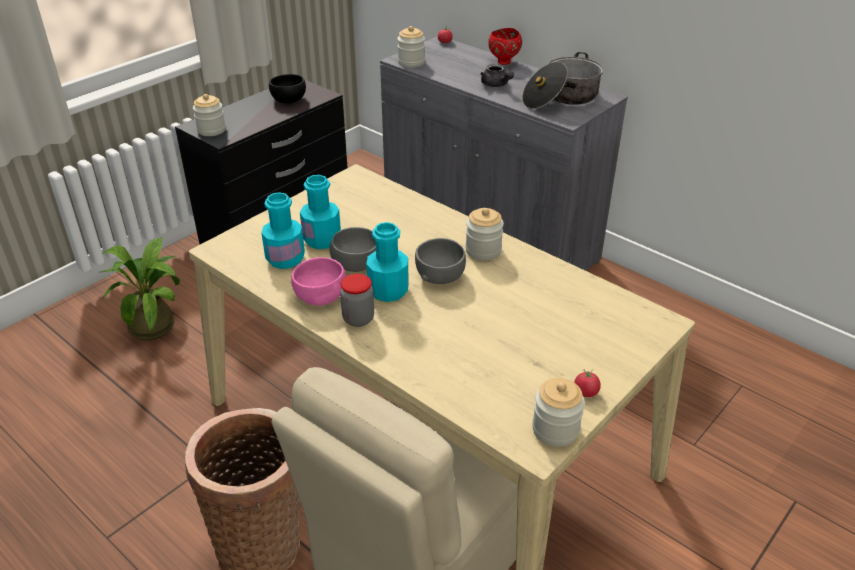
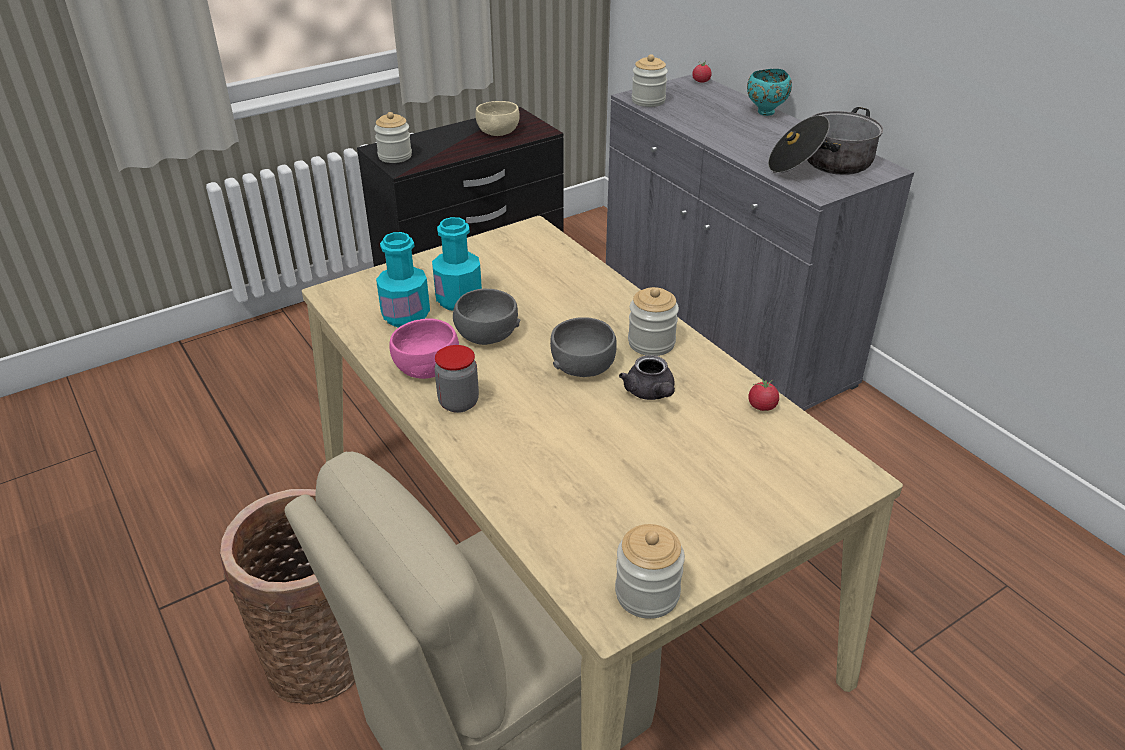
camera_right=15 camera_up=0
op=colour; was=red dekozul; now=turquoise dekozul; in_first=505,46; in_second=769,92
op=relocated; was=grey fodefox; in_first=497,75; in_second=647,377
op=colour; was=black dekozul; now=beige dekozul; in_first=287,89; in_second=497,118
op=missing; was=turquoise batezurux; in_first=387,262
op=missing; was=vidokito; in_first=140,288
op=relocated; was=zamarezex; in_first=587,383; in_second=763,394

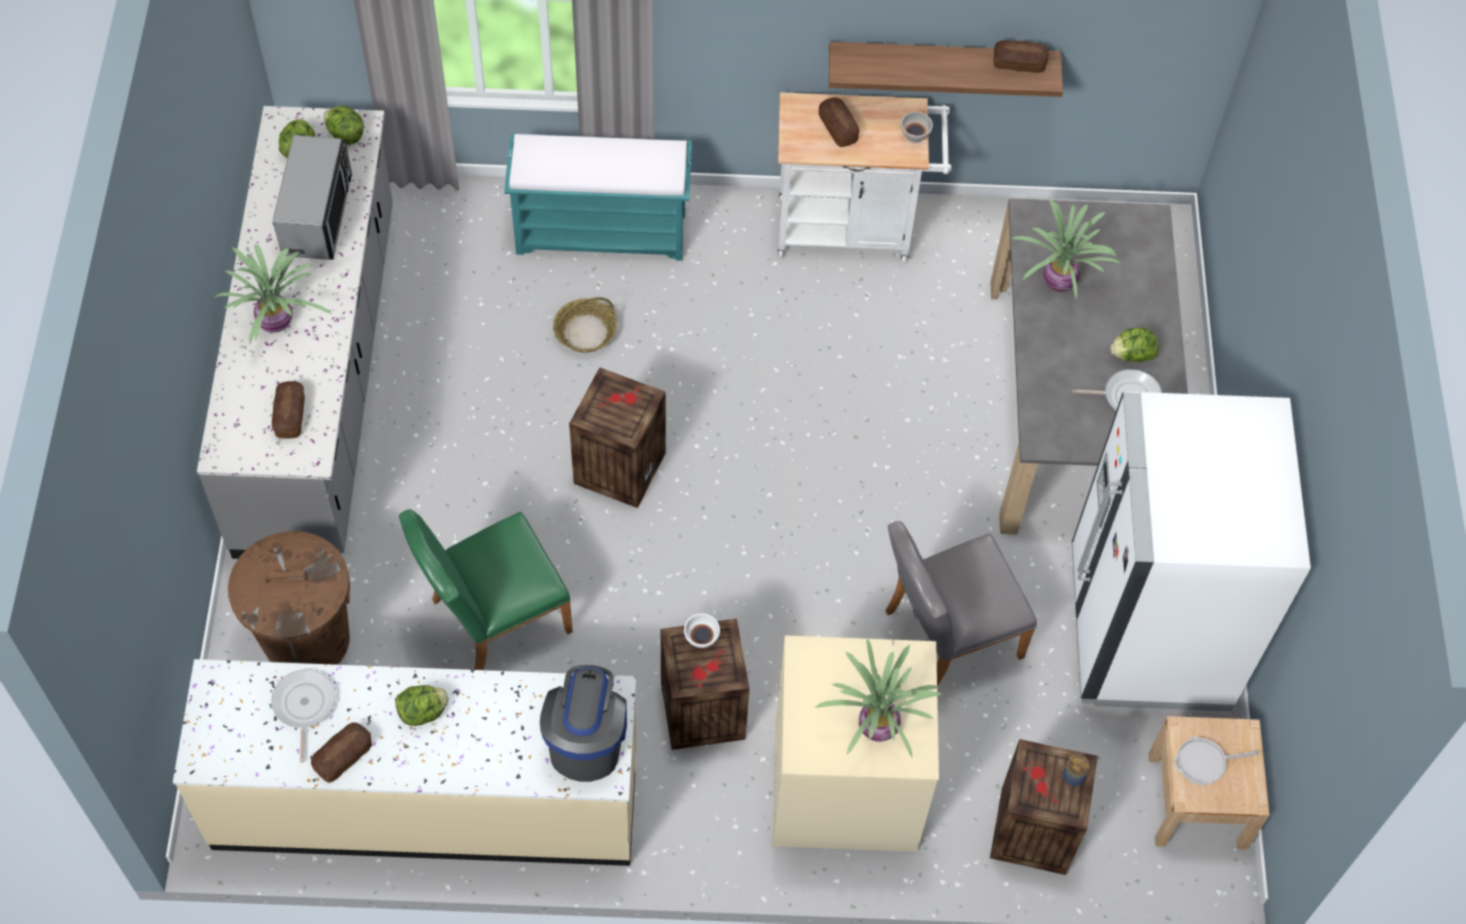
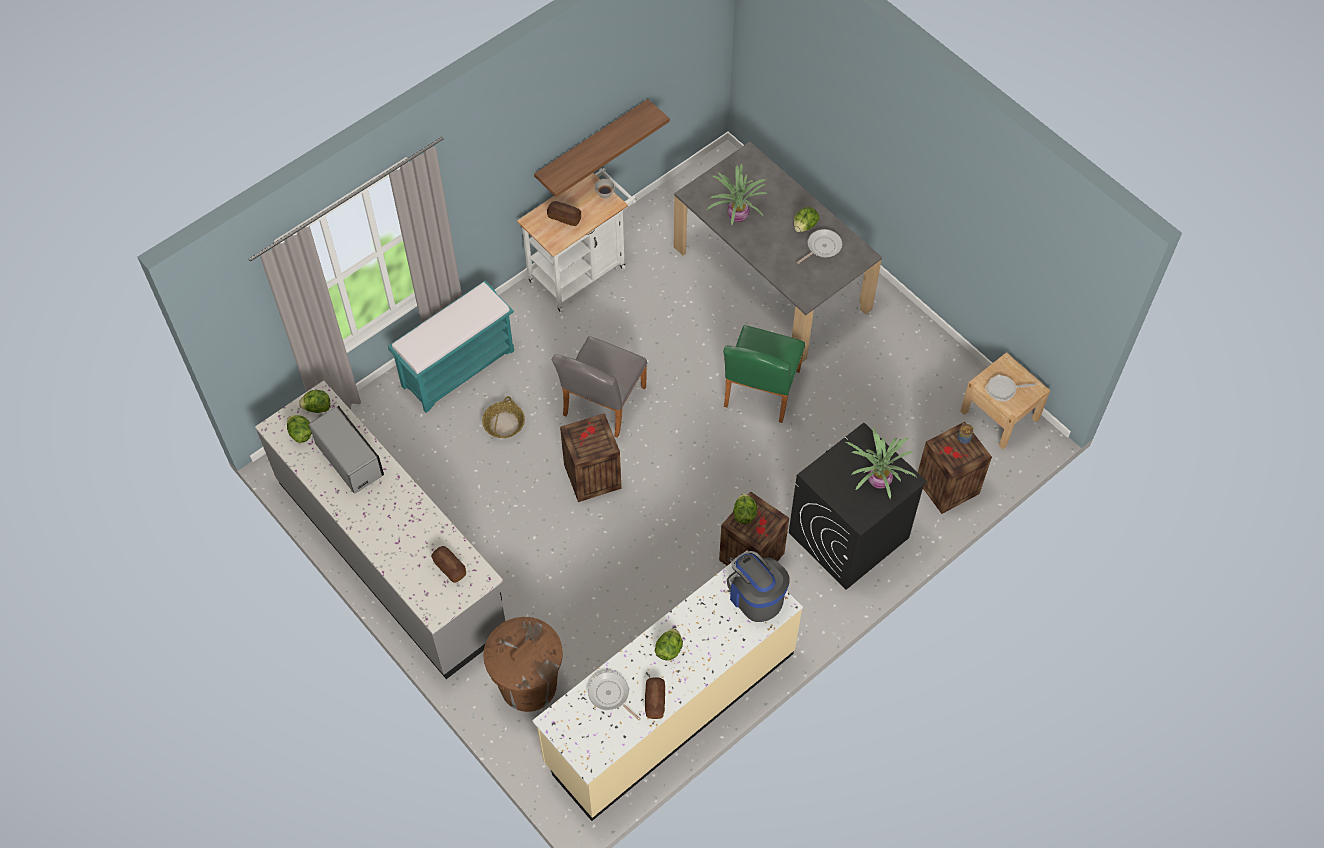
camera_right=-40 camera_up=0
op=missing; was=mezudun; in_first=1021,56
op=missing; was=vidokito; in_first=274,294
op=missing; was=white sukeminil; in_first=1191,551
op=relocated; was=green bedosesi; in_first=486,589; in_second=764,374
op=relocated; was=grey bedosesi; in_first=961,603; in_second=599,387
op=exchanged; was=white dekozul; now=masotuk; in_first=702,630; in_second=745,509
op=colour; was=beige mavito; now=black mavito; in_first=856,743; in_second=858,506
op=spun; was=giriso; in_first=1216,760; in_second=1010,388; clockwise=45

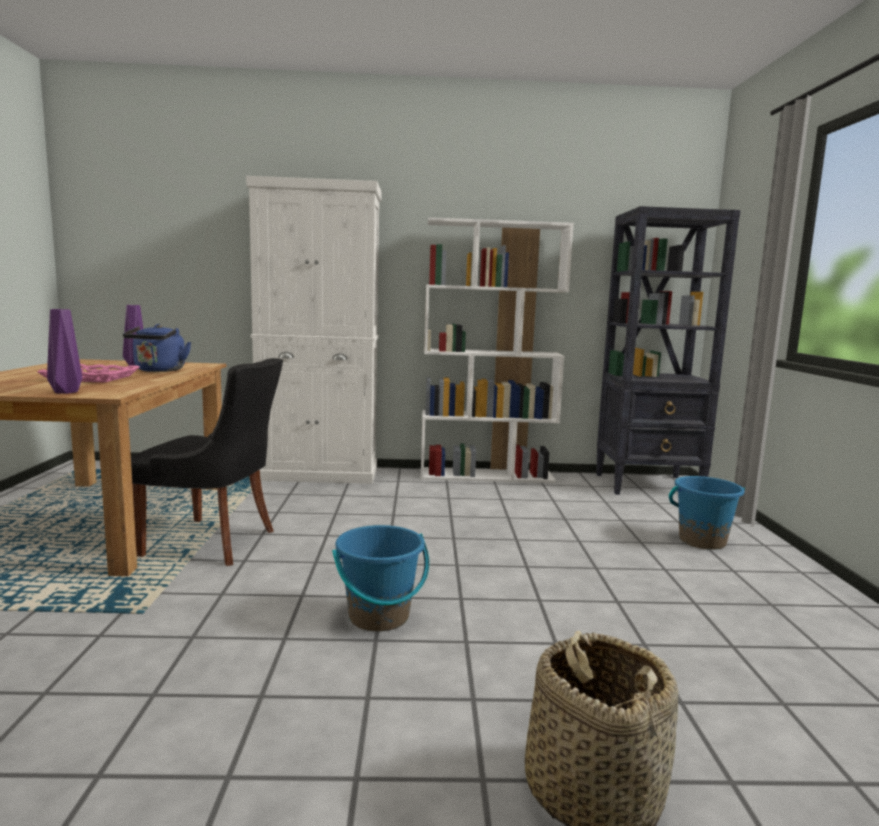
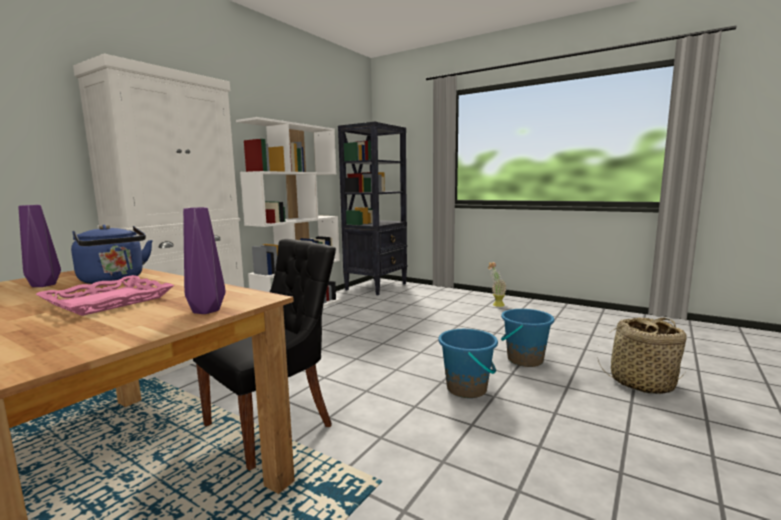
camera_right=-55 camera_up=0
op=relocated; was=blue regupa; in_first=707,513; in_second=527,338
op=appeared; now=vidokito; in_second=497,284

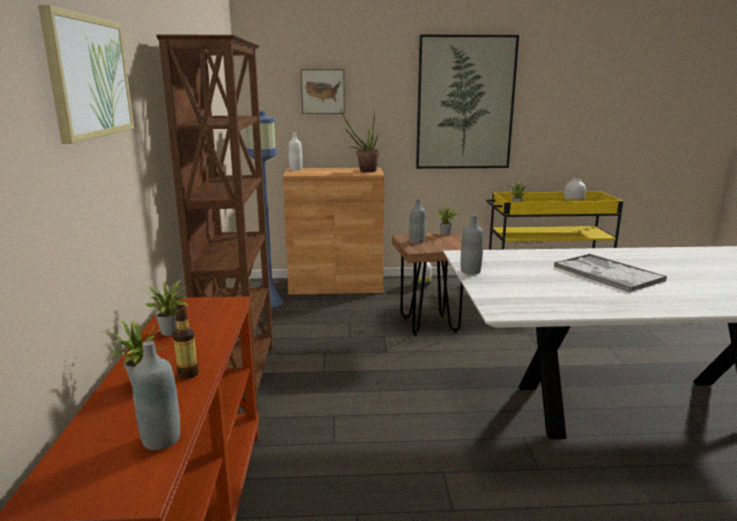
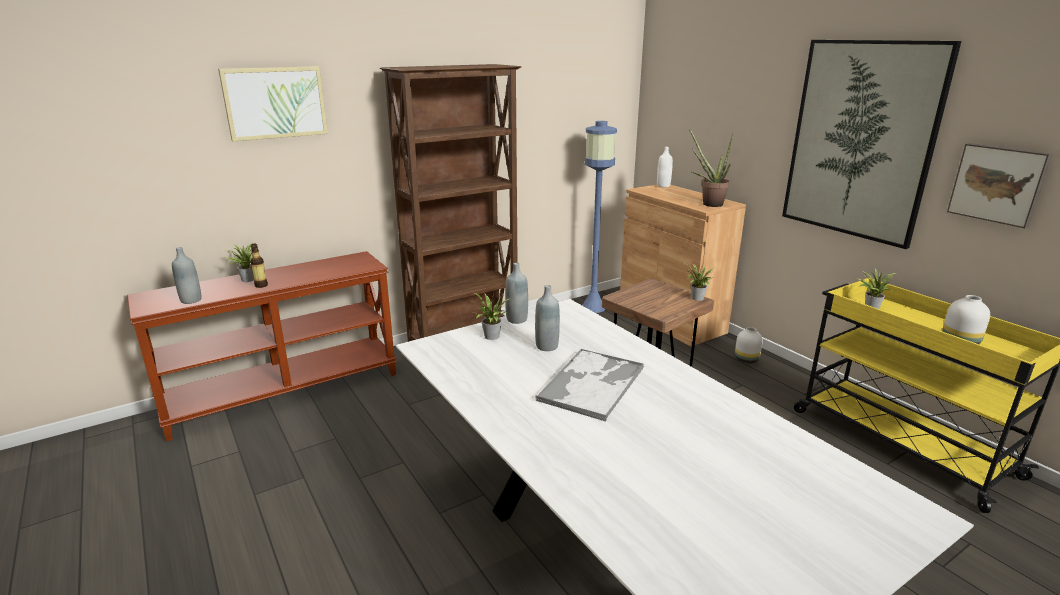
camera_right=60 camera_up=5
op=relocated; was=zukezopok; in_first=323,91; in_second=1000,185
op=relocated; was=grey batezurux; in_first=417,221; in_second=547,318
op=relocated; was=vidokito; in_first=161,307; in_second=491,316

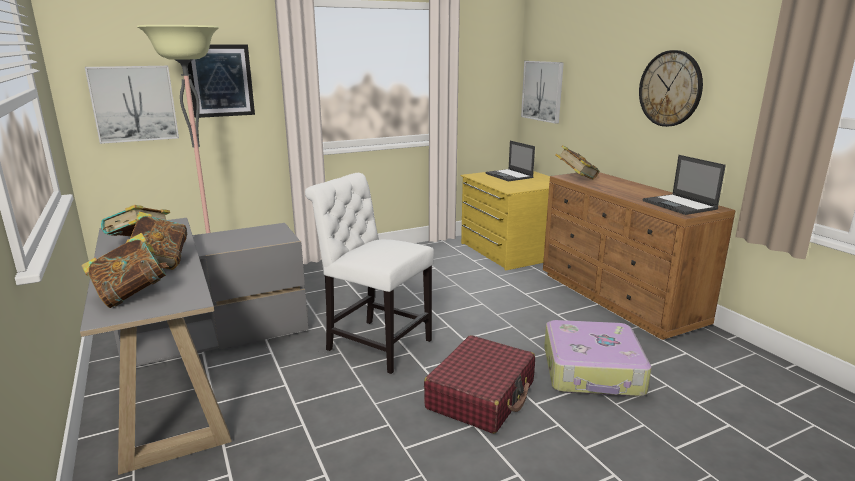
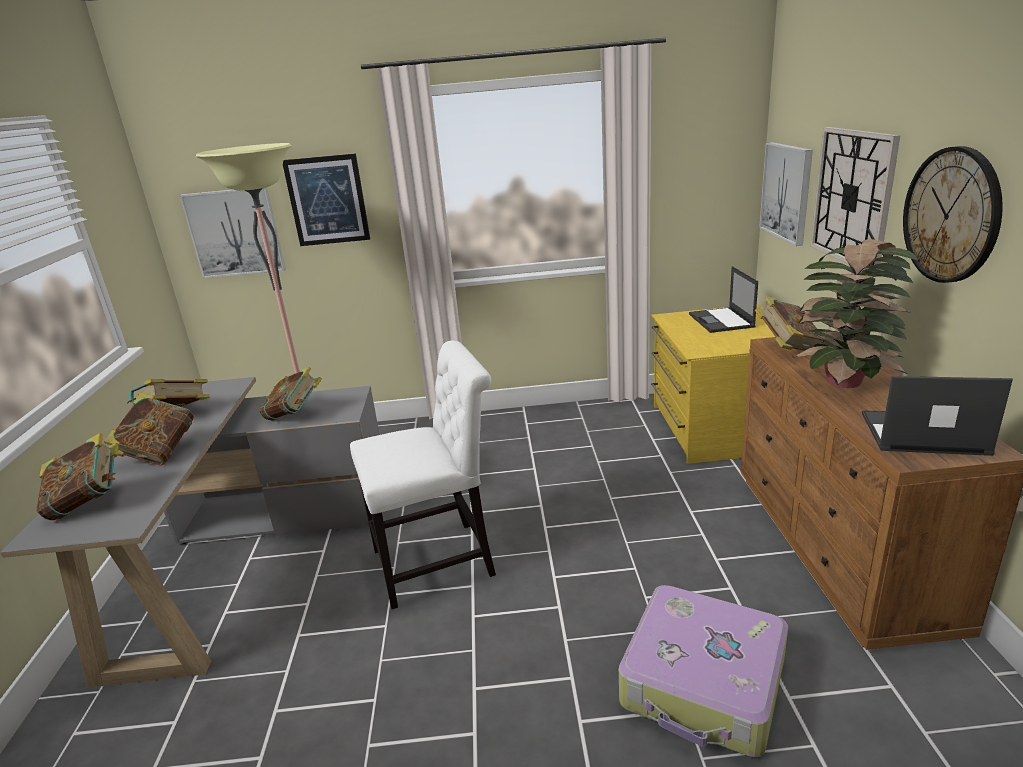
camera_right=25 camera_up=5
op=spun; was=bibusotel; in_first=684,185; in_second=937,416; clockwise=105
op=spun; was=white bedosesi; in_first=369,273; in_second=423,475; clockwise=105
op=missing; was=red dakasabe; in_first=479,384
op=appeared; now=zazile; in_second=855,199
op=appeared; now=vidokito; in_second=855,313
op=appeared; now=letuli; in_second=290,394

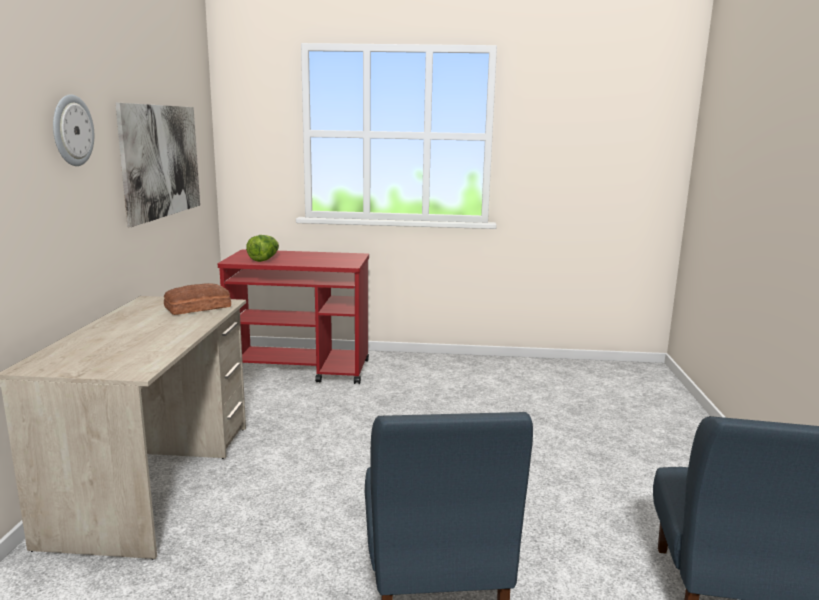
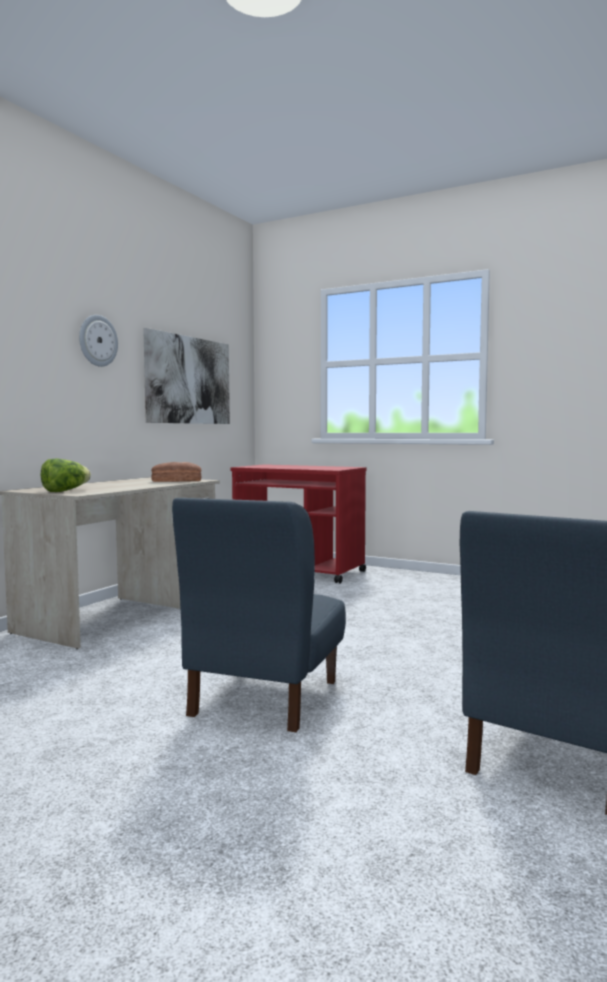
camera_right=25 camera_up=-10
op=relocated; was=masotuk; in_first=262,248; in_second=66,475

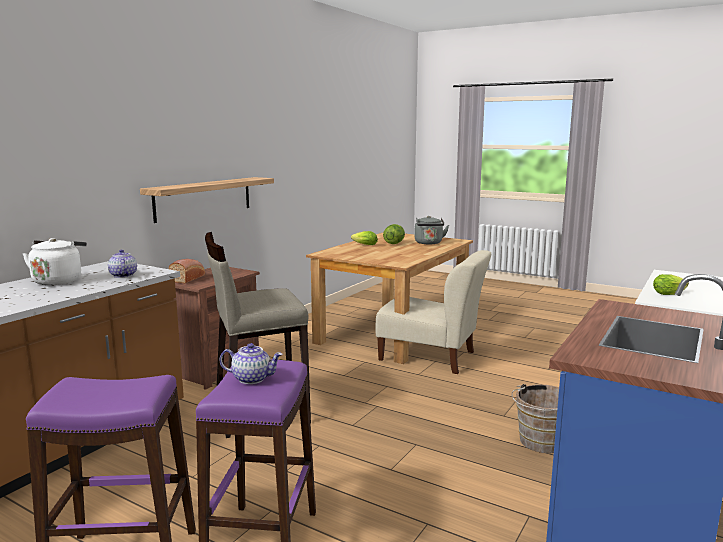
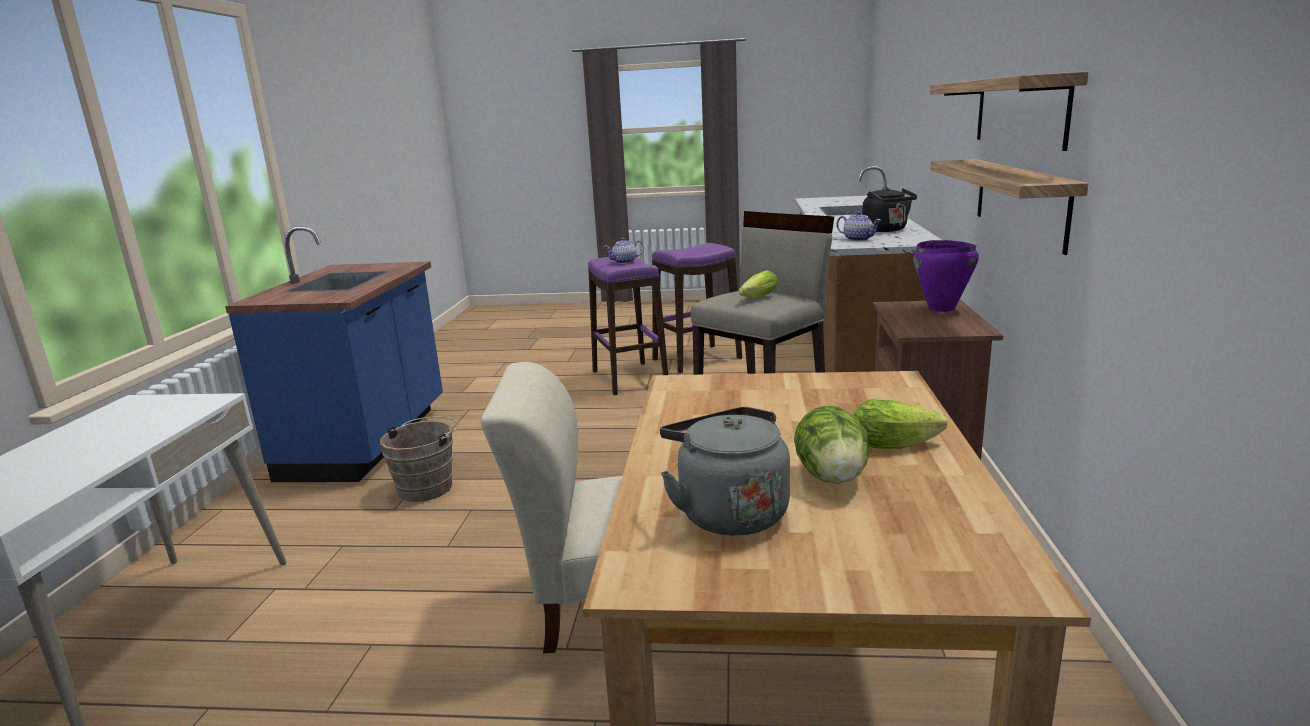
camera_right=155 camera_up=5
op=colour; was=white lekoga; now=black lekoga; in_first=54,261; in_second=889,209
op=exchanged; was=mezudun; now=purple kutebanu; in_first=187,271; in_second=946,276
op=relocated; was=masotuk; in_first=671,284; in_second=758,284
op=appeared; now=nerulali; in_second=1009,111

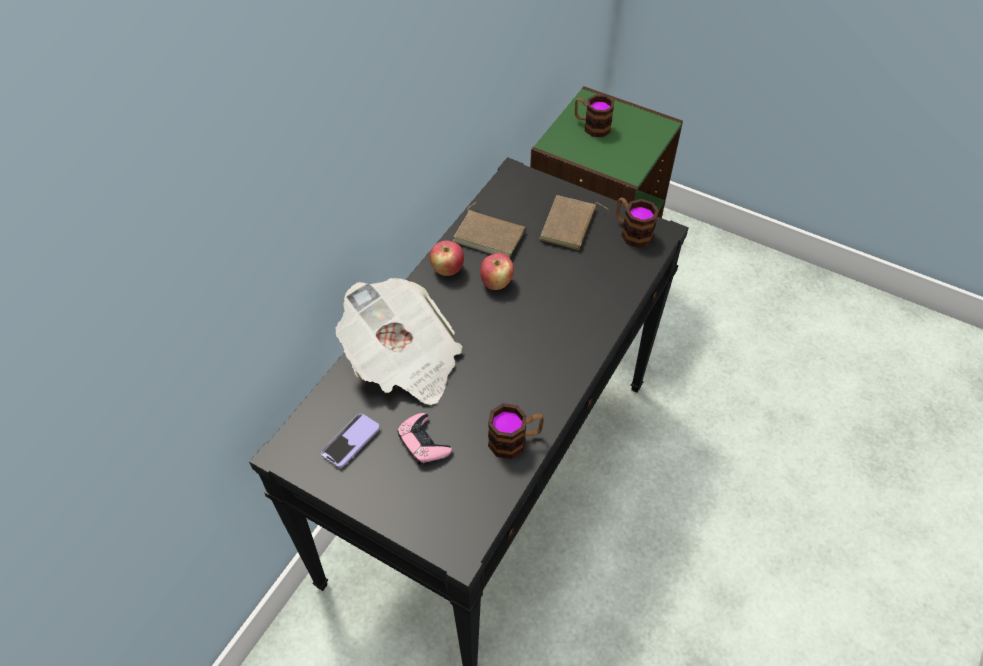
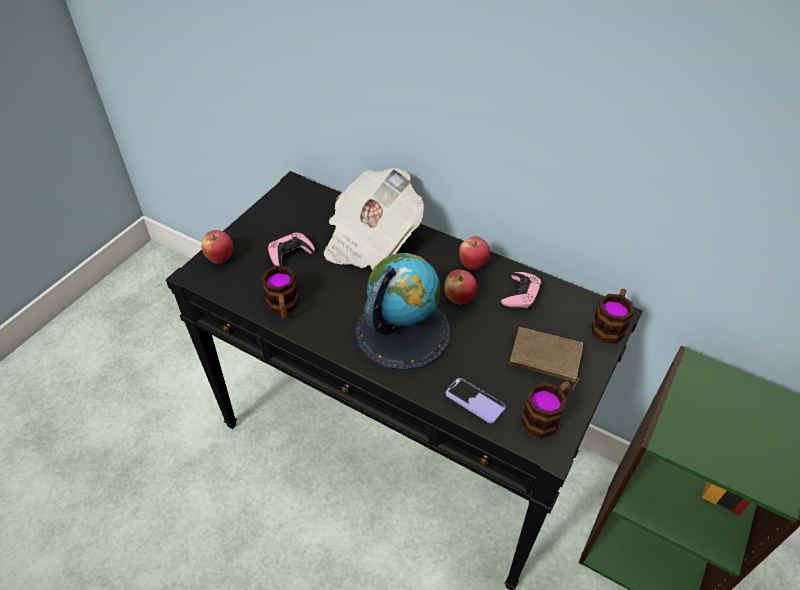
camera_right=90 camera_up=-5
op=relocated; was=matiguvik; in_first=594,116; in_second=612,316
op=exchanged; was=brown letuli; now=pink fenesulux; in_first=489,230; in_second=521,290
op=relocated; was=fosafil; in_first=350,441; in_second=475,400
op=appeared; now=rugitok; in_second=217,247
op=appeared; now=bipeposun; in_second=403,312

